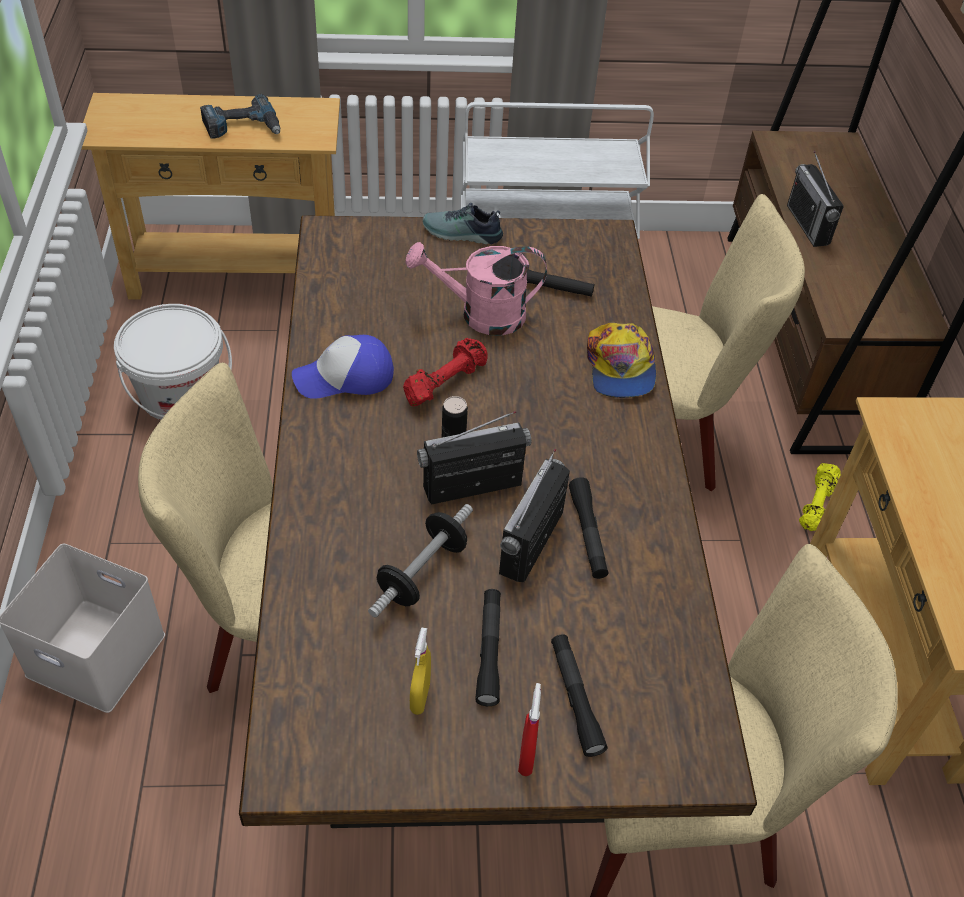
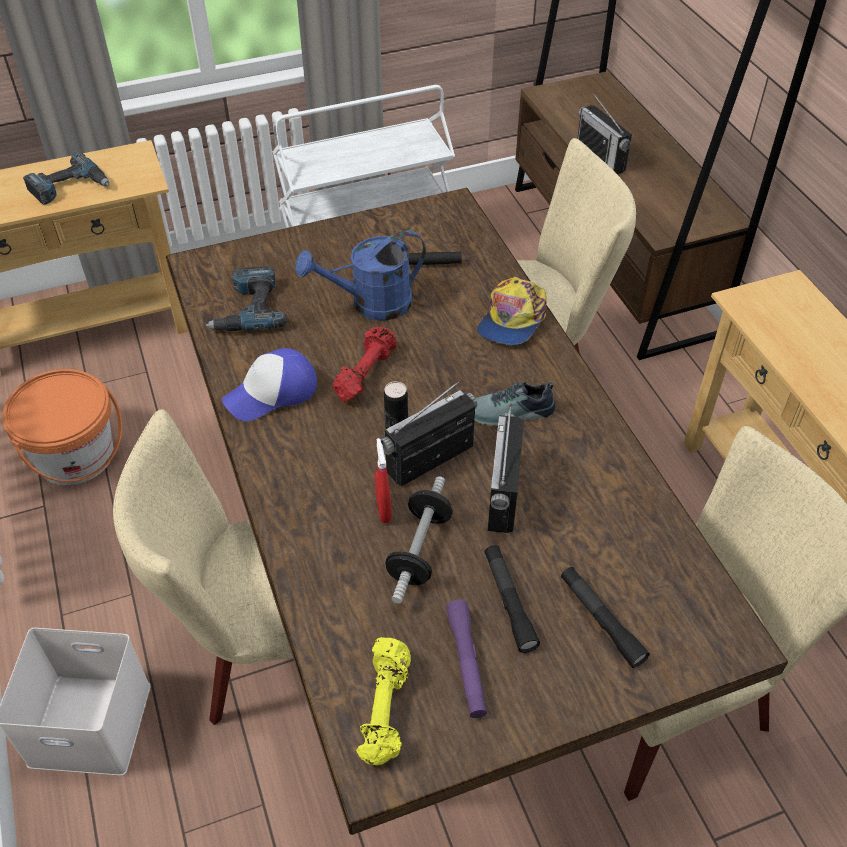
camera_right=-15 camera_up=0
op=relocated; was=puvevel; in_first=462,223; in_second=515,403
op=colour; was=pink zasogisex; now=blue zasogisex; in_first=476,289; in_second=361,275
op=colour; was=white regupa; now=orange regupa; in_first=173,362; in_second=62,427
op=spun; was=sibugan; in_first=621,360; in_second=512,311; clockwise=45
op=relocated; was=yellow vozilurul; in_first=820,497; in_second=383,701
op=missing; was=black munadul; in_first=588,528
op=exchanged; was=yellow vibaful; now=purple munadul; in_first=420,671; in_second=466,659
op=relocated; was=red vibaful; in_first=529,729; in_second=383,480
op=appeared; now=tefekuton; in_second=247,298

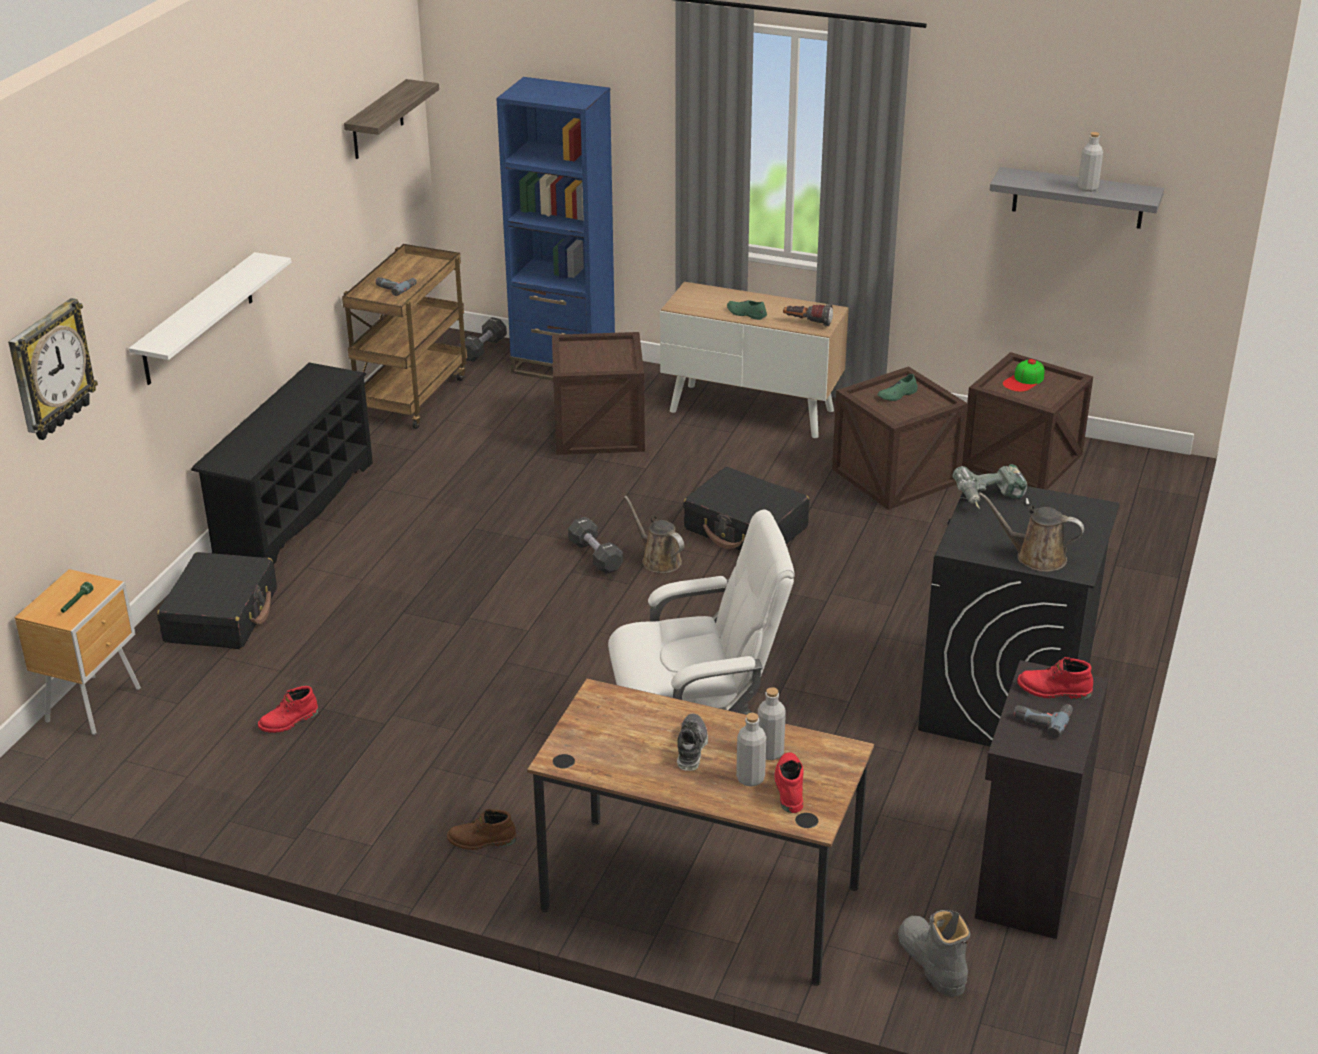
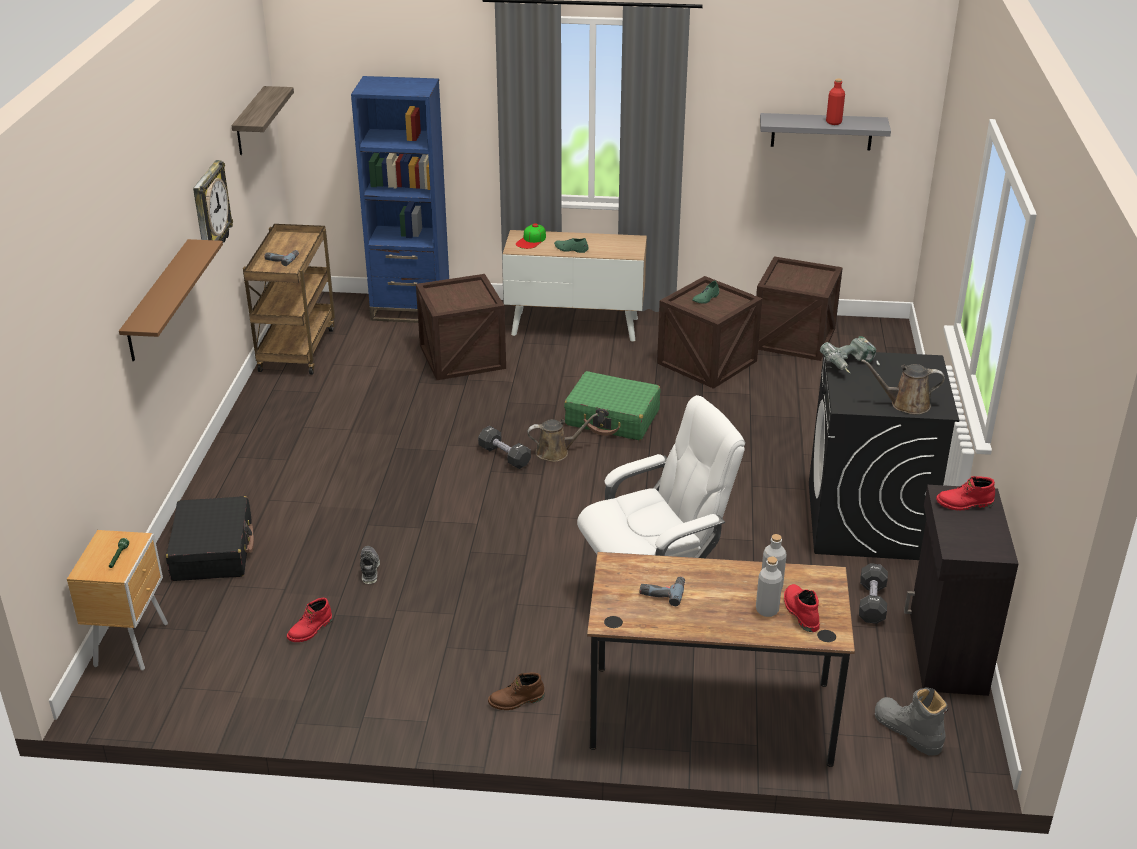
camera_right=-15 camera_up=0
op=colour; was=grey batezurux; now=red batezurux; in_first=1090,162; in_second=835,101
op=colour; was=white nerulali; now=brown nerulali; in_first=210,318; in_second=171,300
op=relocated; was=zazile; in_first=53,369; in_second=213,201
op=missing; was=munadul; in_first=808,315
op=relocated; was=black vozilurul; in_first=483,339; in_second=873,593
op=relocated; was=sibugan; in_first=1024,375; in_second=531,236
op=missing; was=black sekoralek; in_first=282,463
op=colour; was=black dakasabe; now=green dakasabe; in_first=746,509; in_second=612,405
op=spun; was=brown zasogisex; in_first=654,534; in_second=562,437; clockwise=135
op=relocated; was=tefekuton; in_first=1043,721; in_second=662,591
op=relocated; was=puvevel; in_first=692,742; in_second=370,565

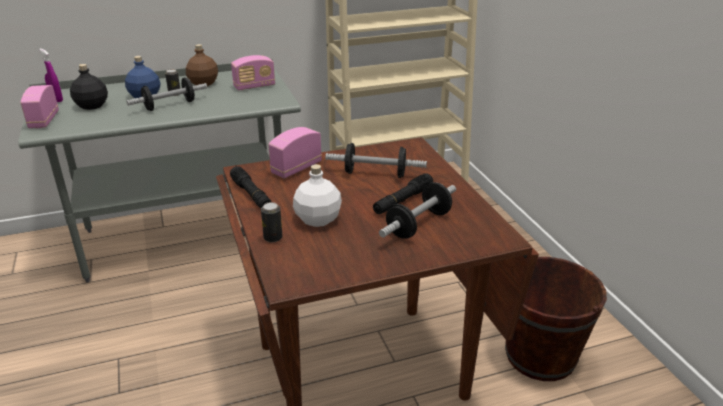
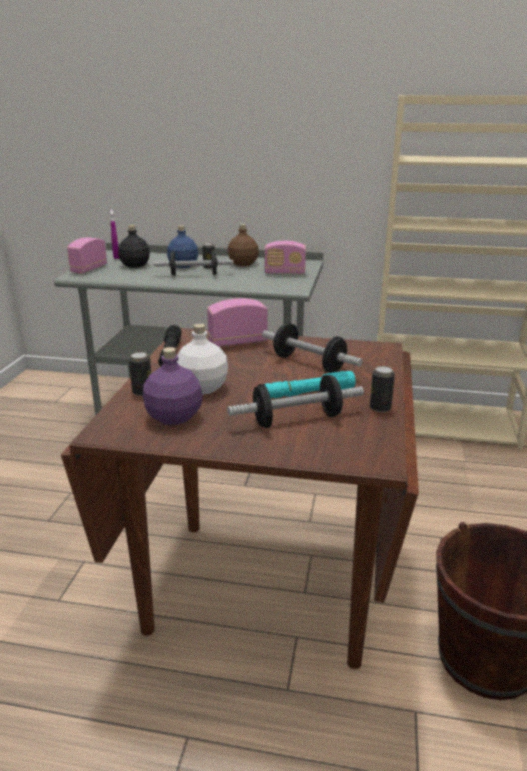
camera_right=30 camera_up=-5
op=colour; was=black munadul; now=turquoise munadul; in_first=403,193; in_second=310,384
op=appeared; now=purple batezurux; in_second=173,386
op=appeared; now=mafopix; in_second=382,389

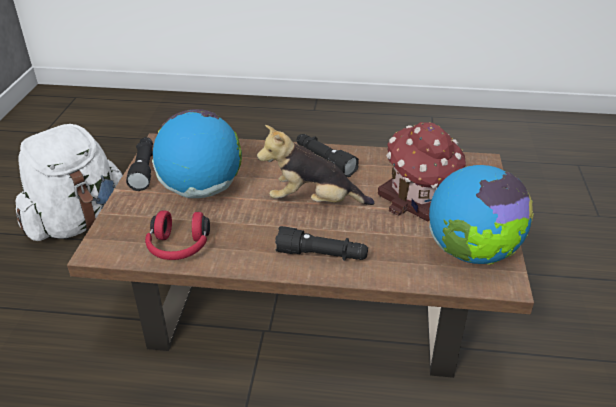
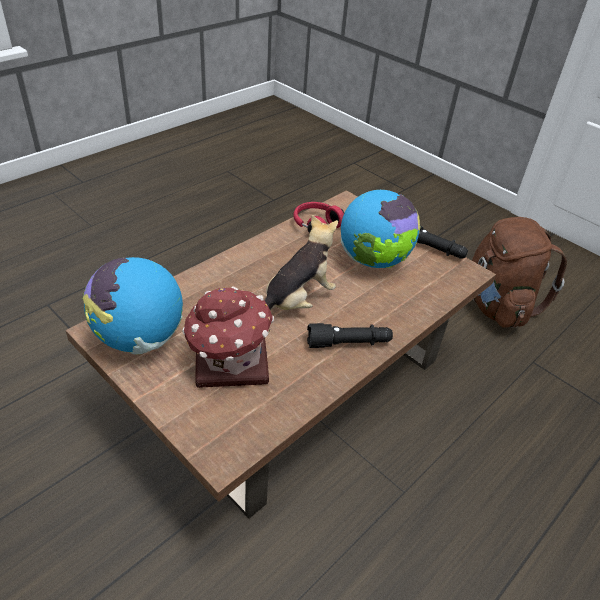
camera_right=125 camera_up=5
op=colour; was=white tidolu; now=brown tidolu; in_first=70,182; in_second=519,272
op=missing; was=black munadul; in_first=321,243

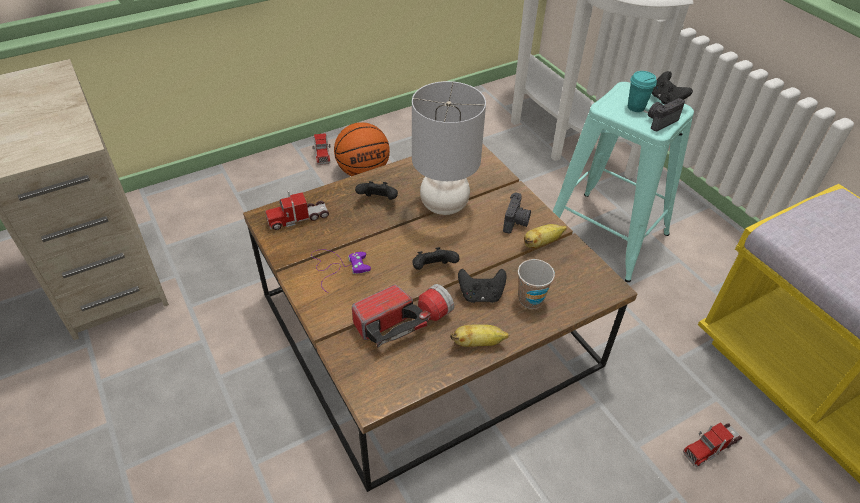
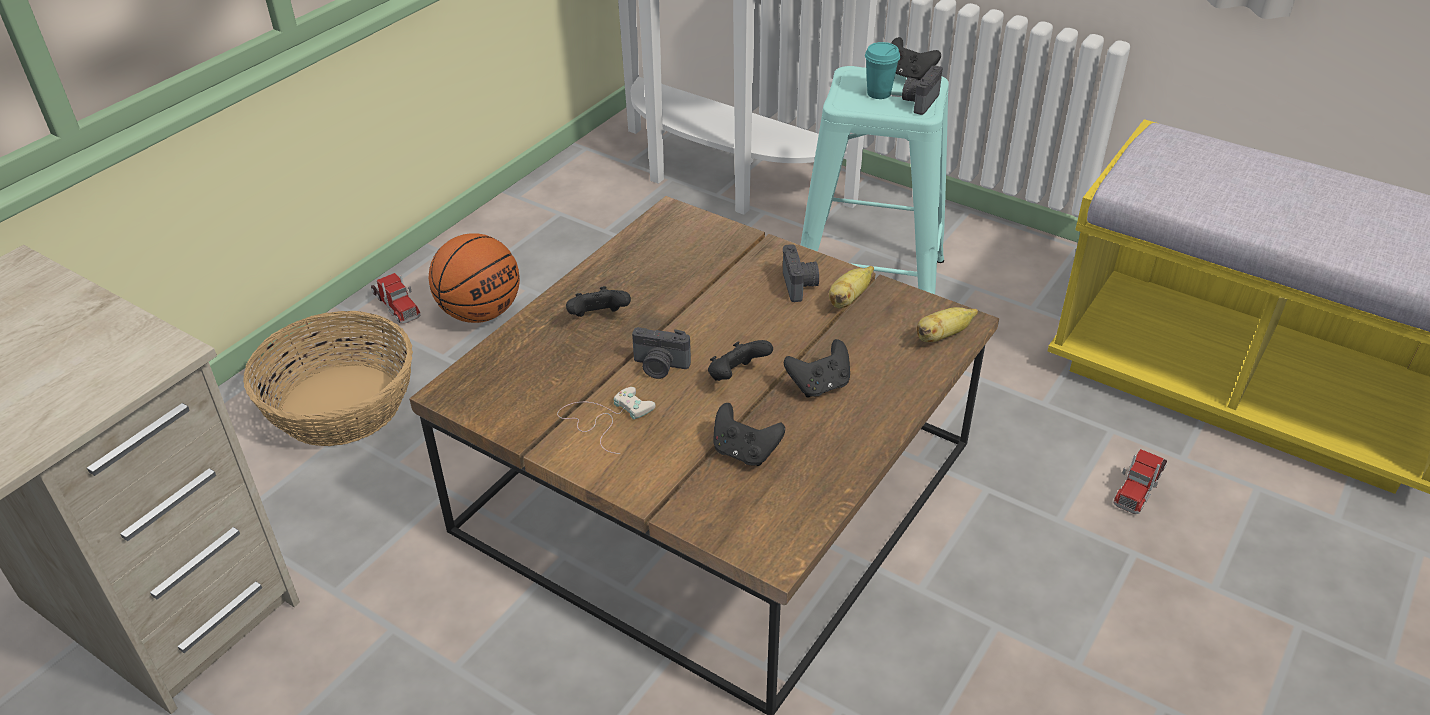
camera_right=-25 camera_up=-5
op=missing; was=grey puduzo; in_first=449,148
op=missing; was=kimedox; in_first=297,210
op=colour; was=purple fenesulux; now=white fenesulux; in_first=341,271; in_second=606,420
op=missing; was=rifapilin; in_first=536,284
op=exchanged; was=munadul; now=black fenesulux; in_first=403,316; in_second=749,434
op=relocated; was=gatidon; in_first=479,335; in_second=947,324
op=appeared; now=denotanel; in_second=328,378
op=appeared; now=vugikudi; in_second=661,353

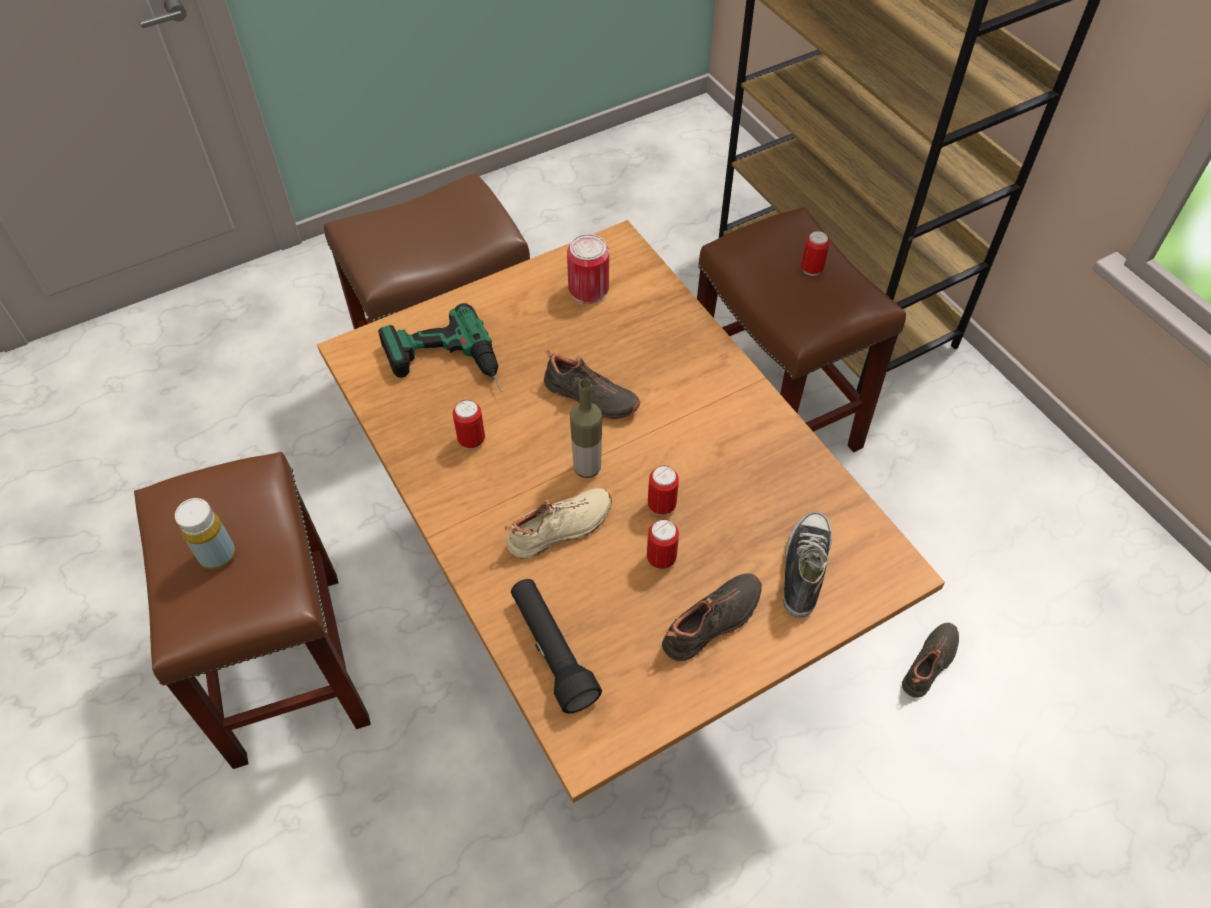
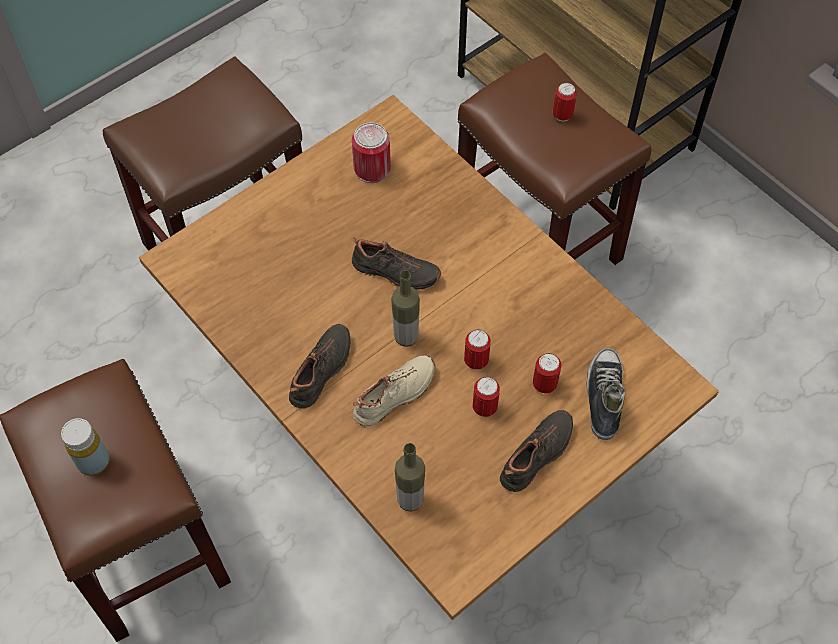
camera_right=-10 camera_up=5
op=missing; was=tefekuton; in_first=439,347
op=relocated; was=mafopix; in_first=469,424; in_second=547,373
op=exchanged; was=black munadul; now=batezurux; in_first=556,646; in_second=410,477
op=relocated; was=black puvevel; in_first=930,660; in_second=319,366

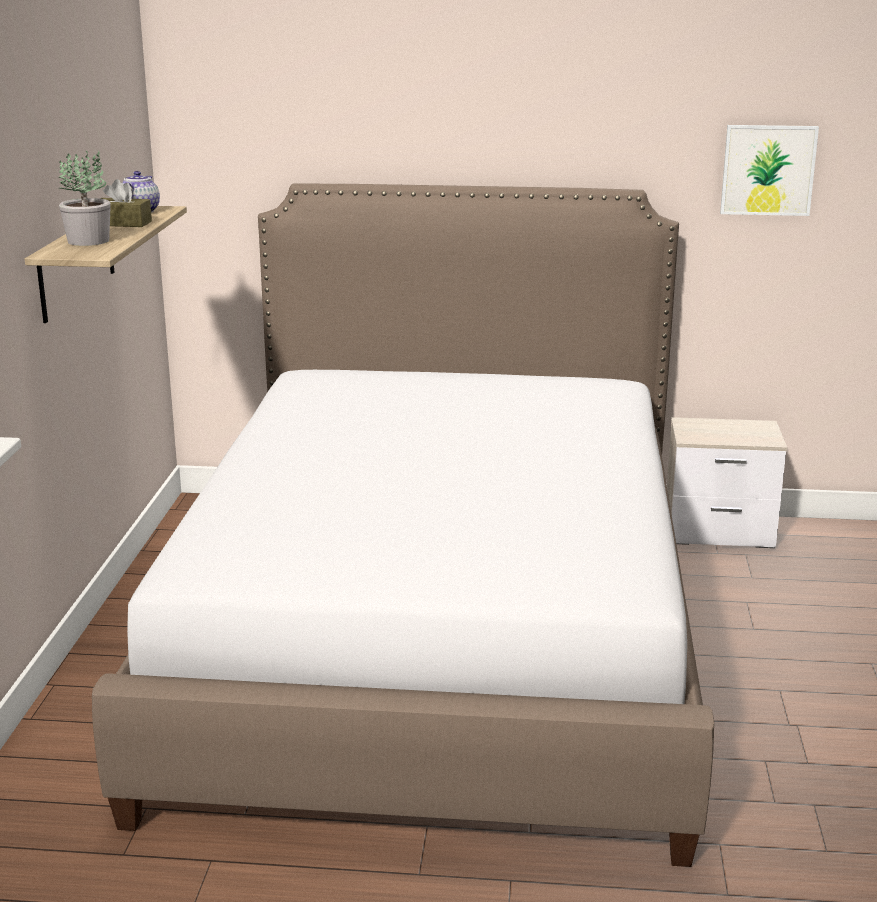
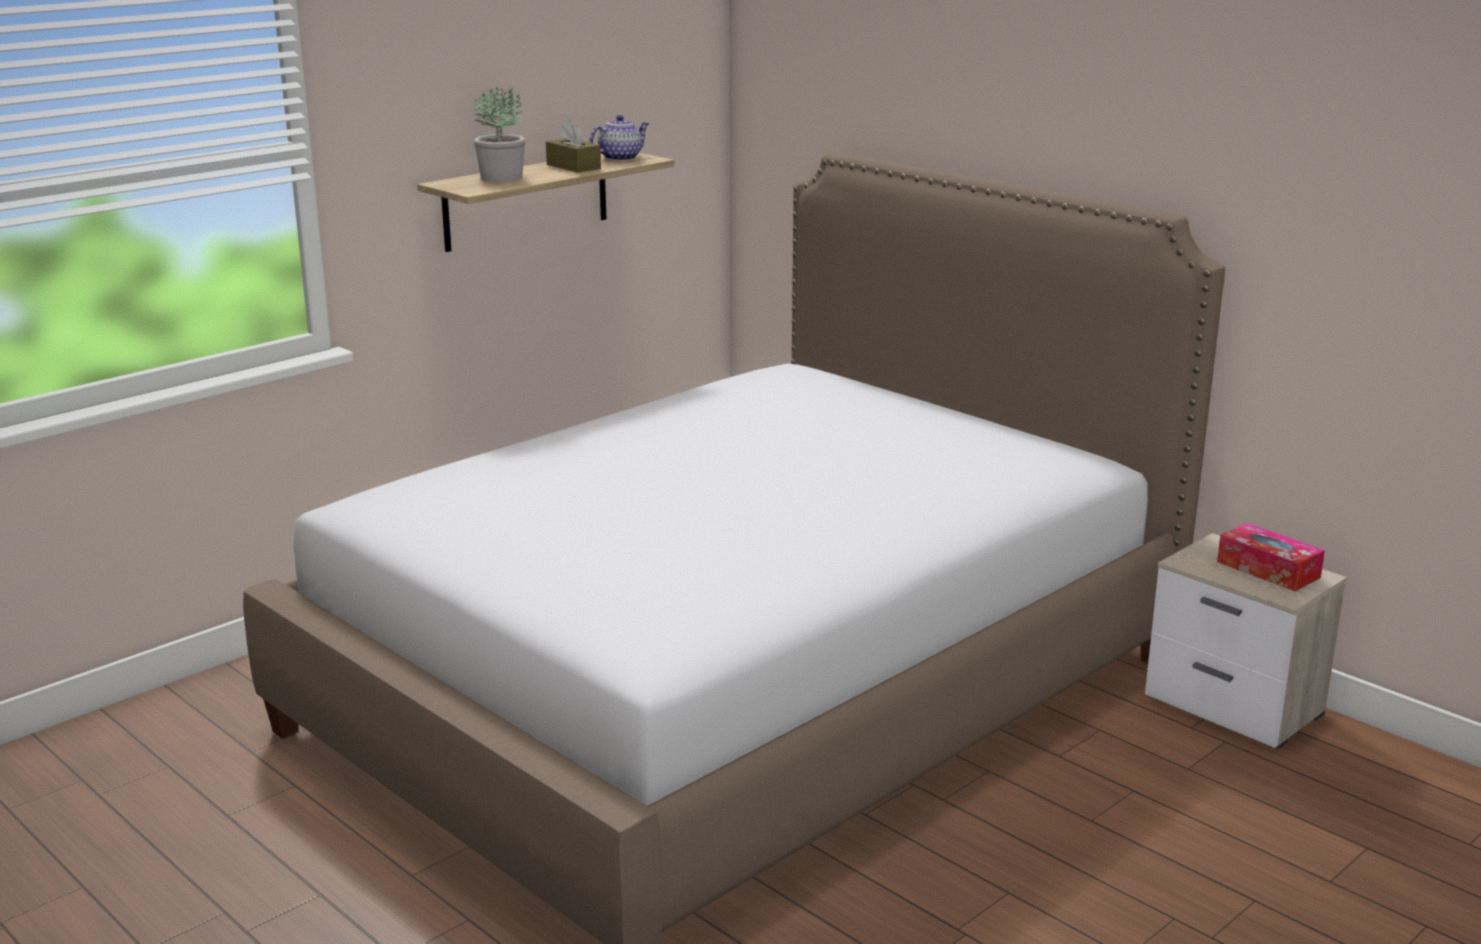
camera_right=40 camera_up=0
op=missing; was=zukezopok; in_first=769,170
op=appeared; now=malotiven; in_second=1271,557

